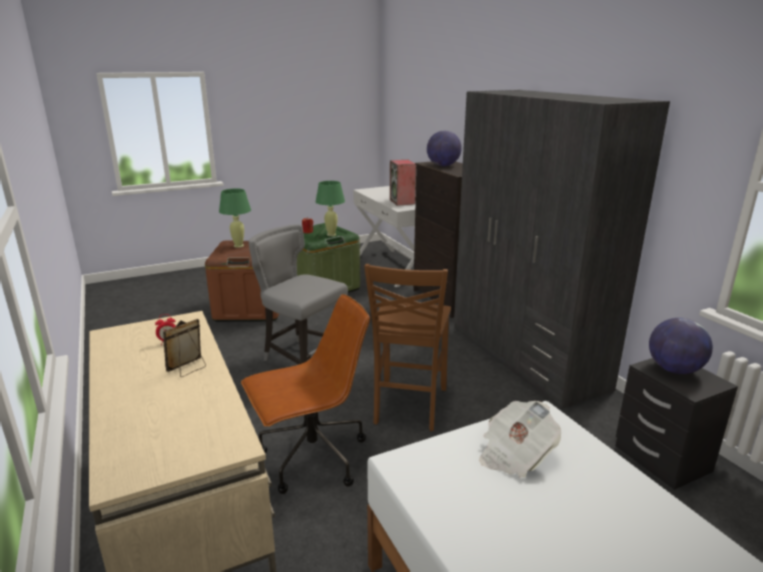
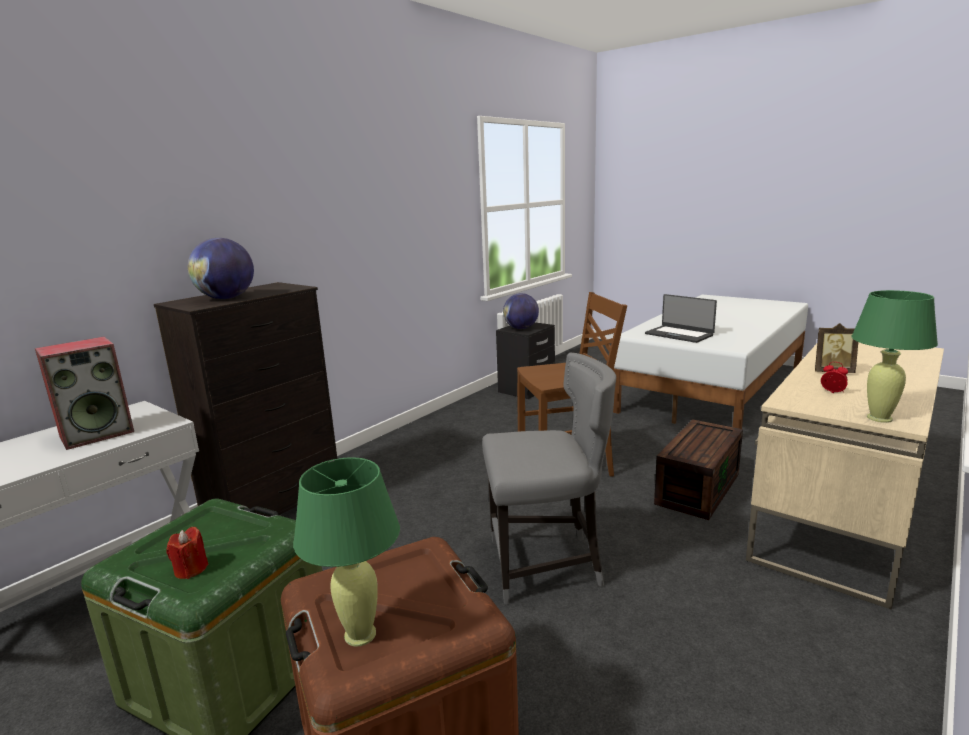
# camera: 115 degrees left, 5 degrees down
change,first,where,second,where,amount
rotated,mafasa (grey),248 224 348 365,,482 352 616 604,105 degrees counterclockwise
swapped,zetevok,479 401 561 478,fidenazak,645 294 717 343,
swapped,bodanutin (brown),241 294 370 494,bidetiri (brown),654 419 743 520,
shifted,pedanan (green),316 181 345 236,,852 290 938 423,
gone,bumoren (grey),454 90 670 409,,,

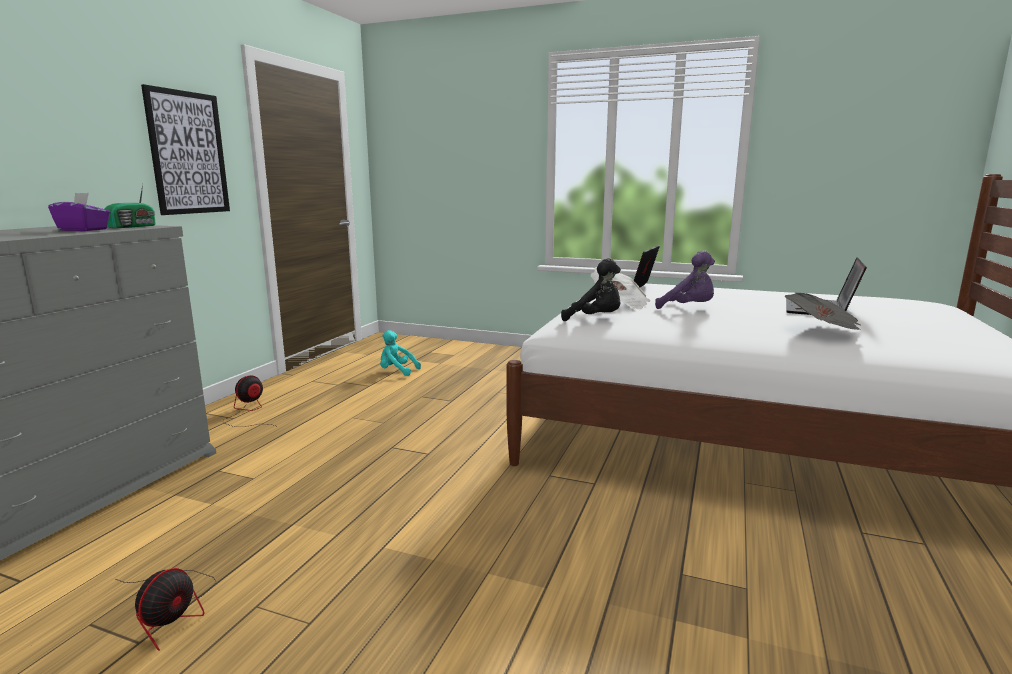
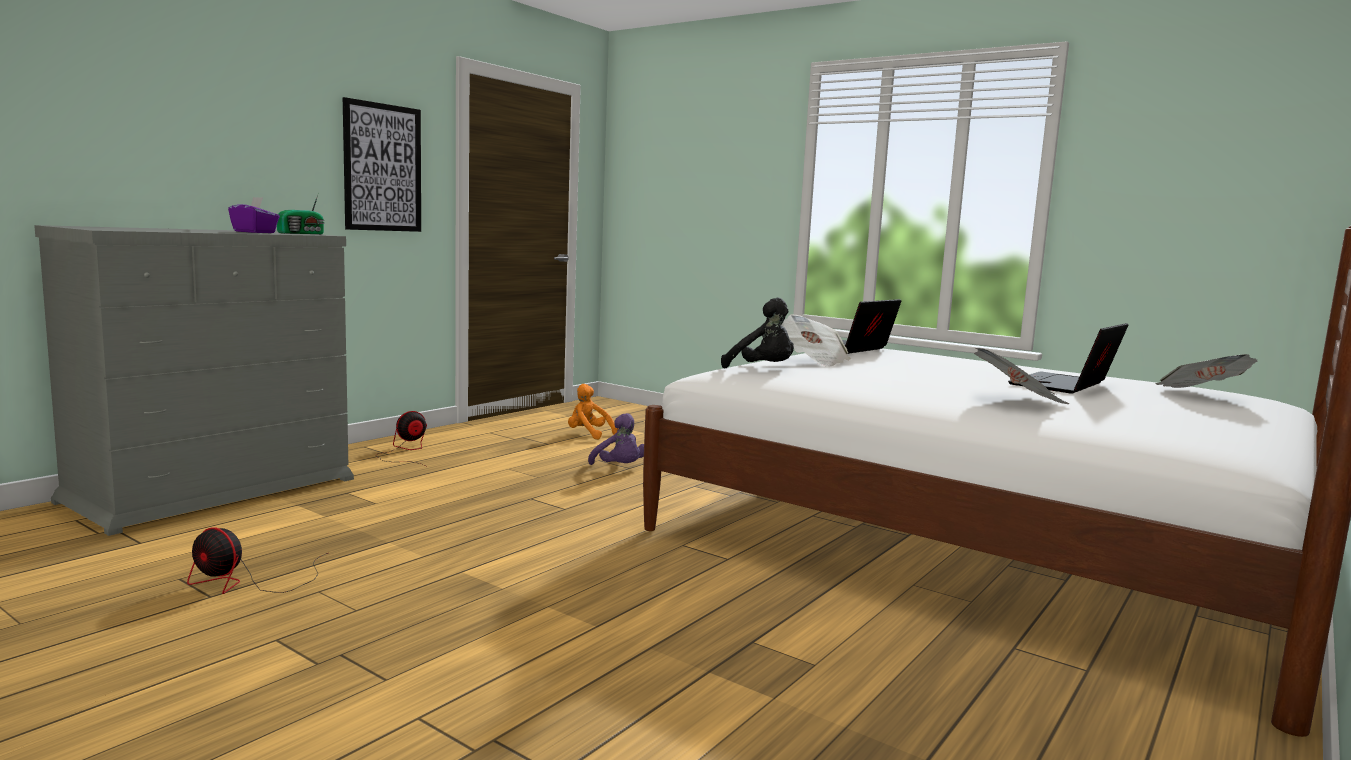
# camera: 15 degrees right, 5 degrees down
change,first,where,second,where,amount
rotated,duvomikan,115 568 216 651,,187 527 328 594,75 degrees clockwise
repainted,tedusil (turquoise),380 330 421 376,tedusil (orange),568 384 618 439,
shifted,tedusil (purple),655 250 715 309,,588 413 644 465,
new,,,zetevok,1155 354 1257 388,

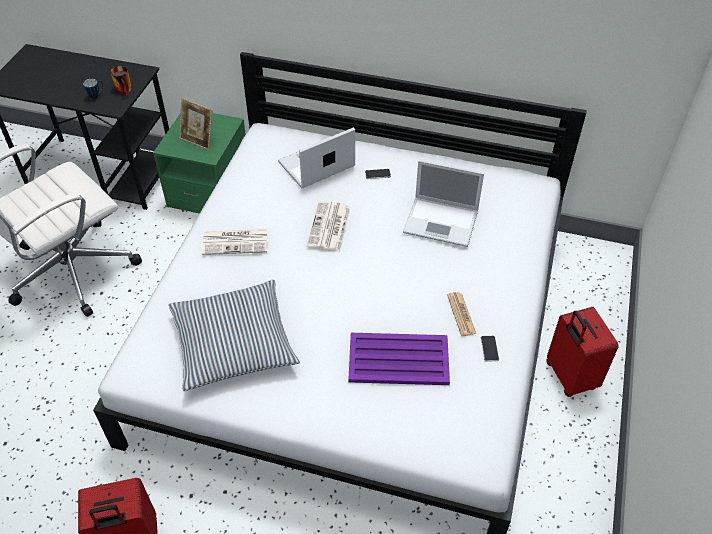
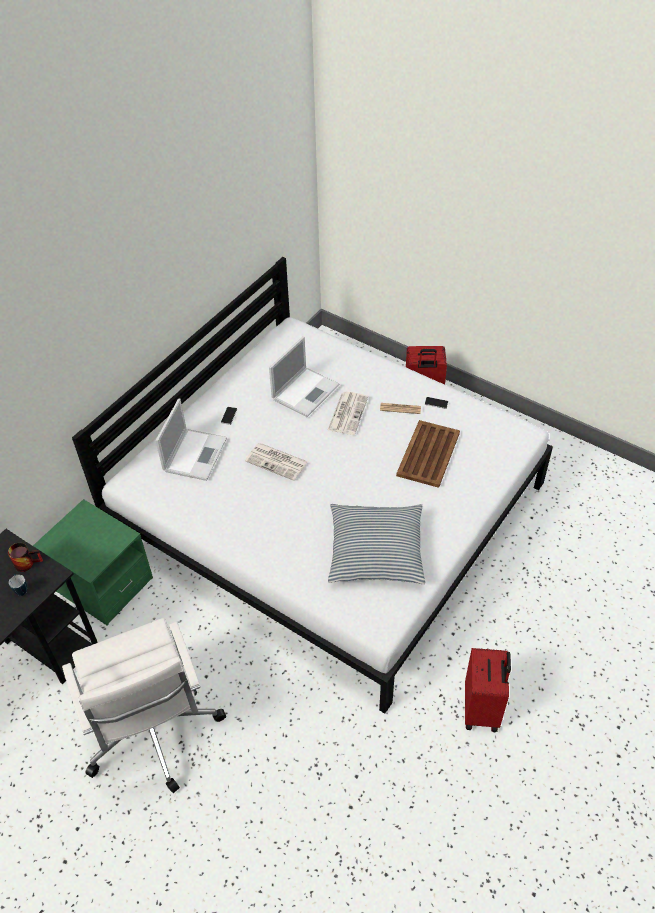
# camera: 70 degrees left, 0 degrees up
change,first,where,second,where,amount
rotated,fidenazak,278 127 355 188,,155 399 227 481,150 degrees counterclockwise
shifted,zetevok,202 229 268 255,,328 392 368 435,
repainted,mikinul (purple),348 333 450 385,mikinul (brown),396 420 460 488,
gone,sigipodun,179 98 212 150,,,

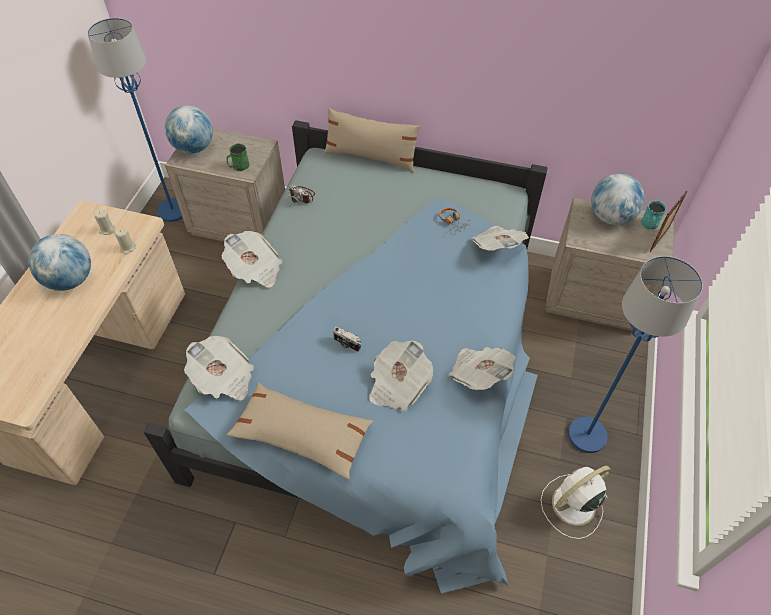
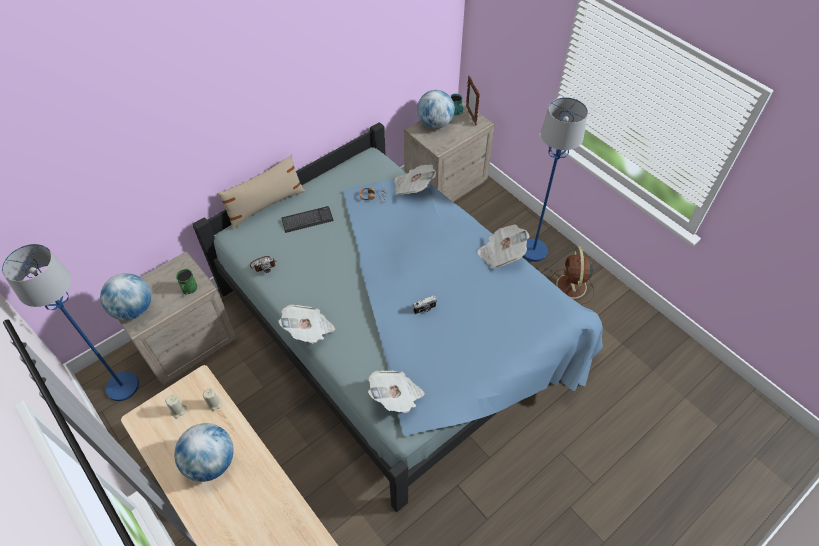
# camera: 55 degrees left, 0 degrees up
change,first,where,second,where,amount
new,,,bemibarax,281 206 334 233,
repainted,duvomikan (white),540 466 611 539,duvomikan (brown),550 246 594 305,
gone,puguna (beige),226 383 373 479,,,
gone,zetevok,369 341 433 411,,,

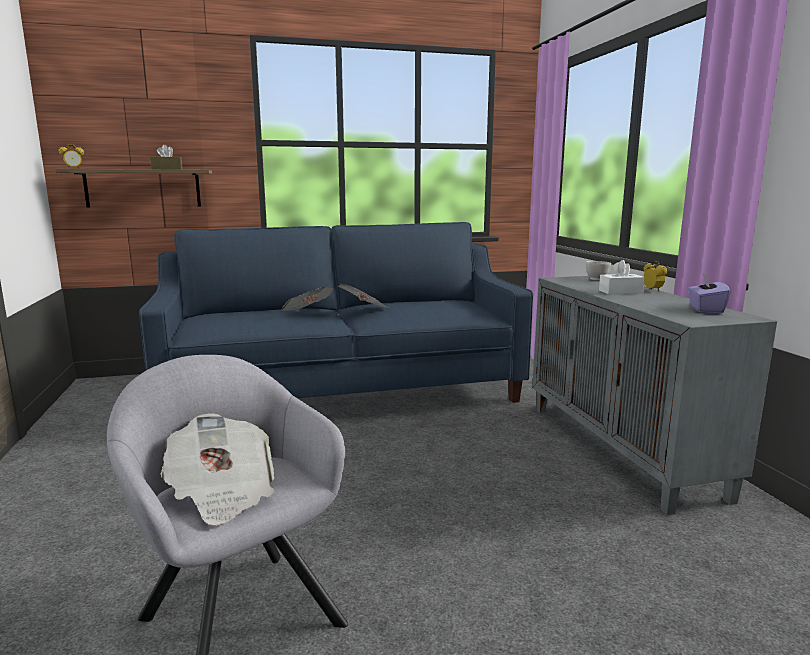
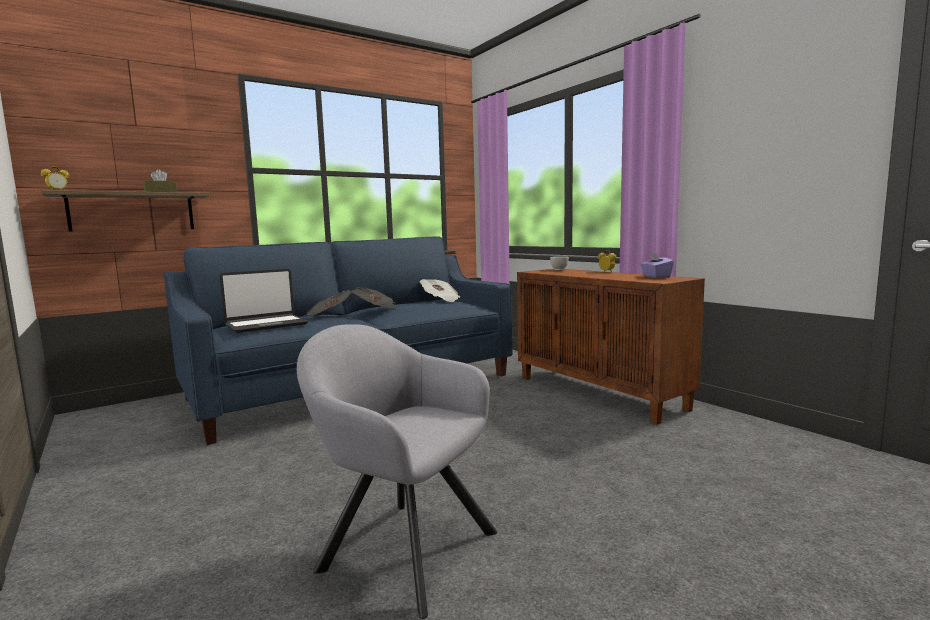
# camera: 20 degrees left, 5 degrees down
change,first,where,second,where,amount
new,,,fidenazak,220 269 308 333,
shifted,zetevok,161 413 274 526,,420 279 460 302,
repainted,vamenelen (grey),532 276 777 515,vamenelen (brown),517 269 705 424,
gone,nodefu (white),599 260 645 294,,,

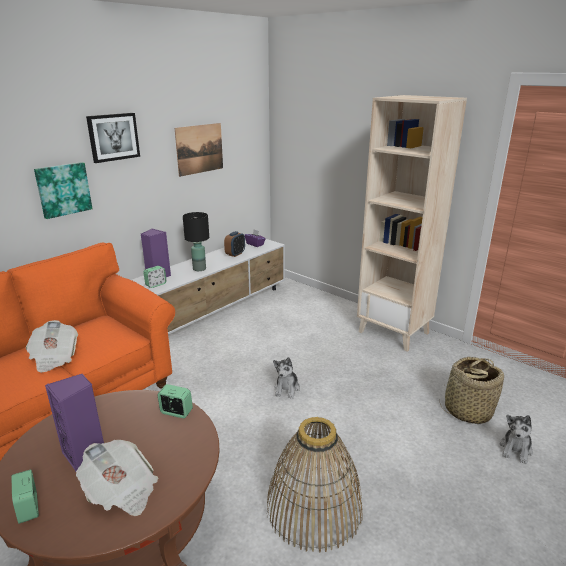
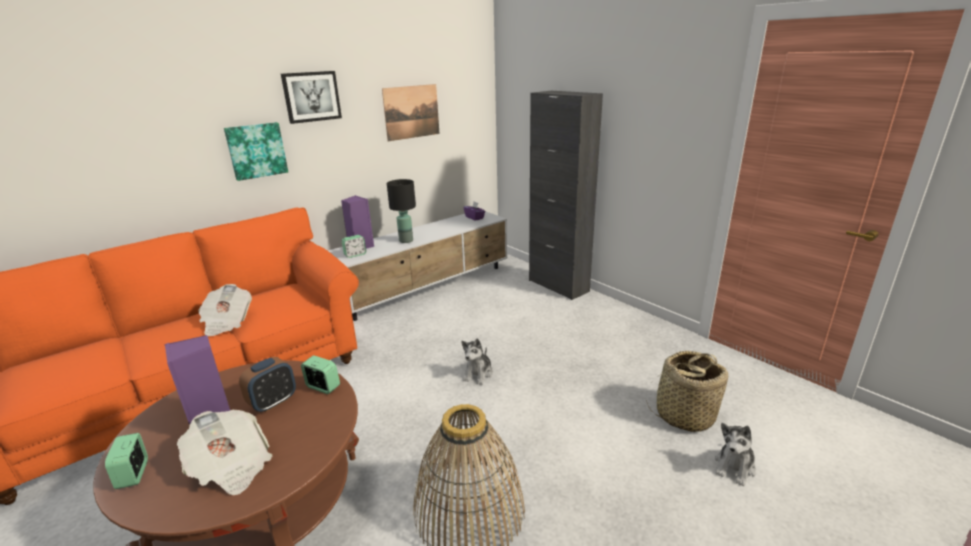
# camera: 10 degrees right, 0 degrees up
change,first,where,second,where,amount
shifted,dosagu,224 231 245 257,,239 357 296 412,
new,,,vamenelen (black),529 91 603 300,
gone,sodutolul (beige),357 95 467 352,,,

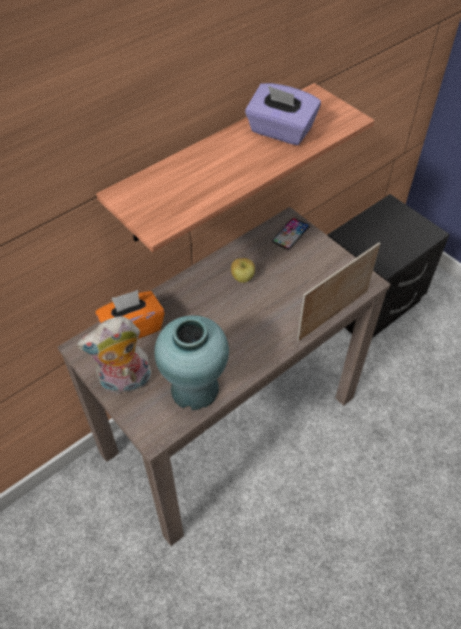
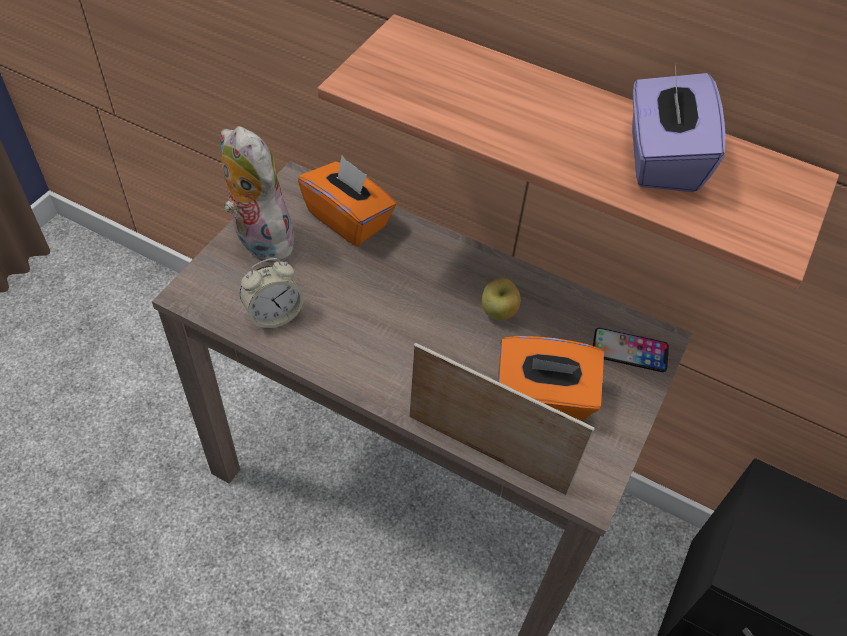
# camera: 65 degrees right, 0 degrees up
change,first,where,second,where,amount
swapped,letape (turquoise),154 315 229 410,dosagu,240 258 303 330,
new,,,nodefu (orange),498 336 604 421,

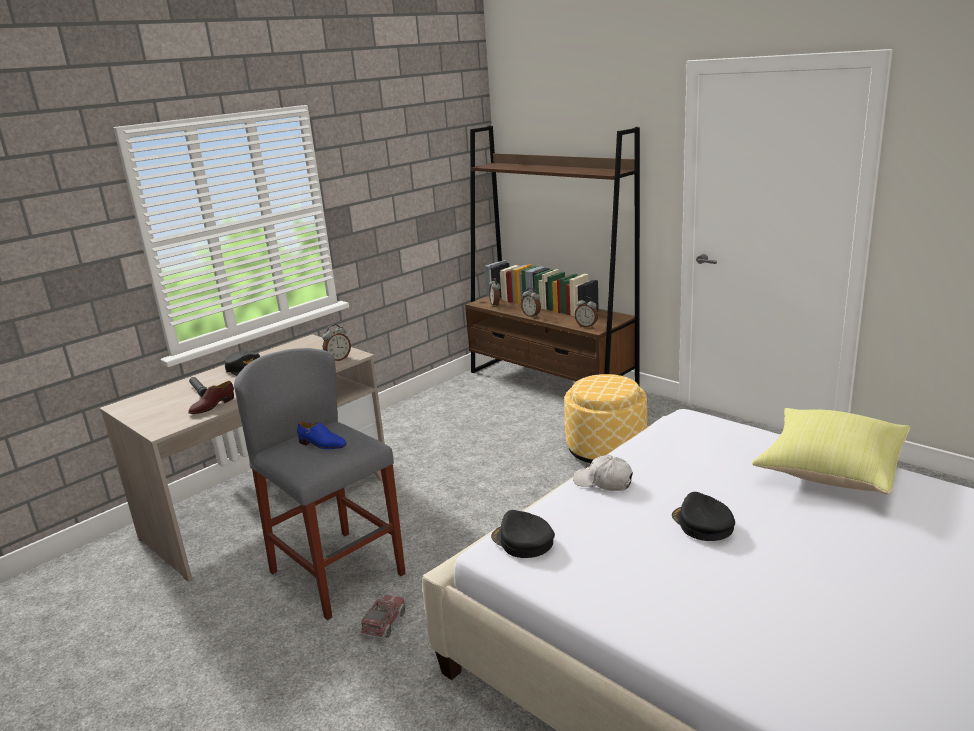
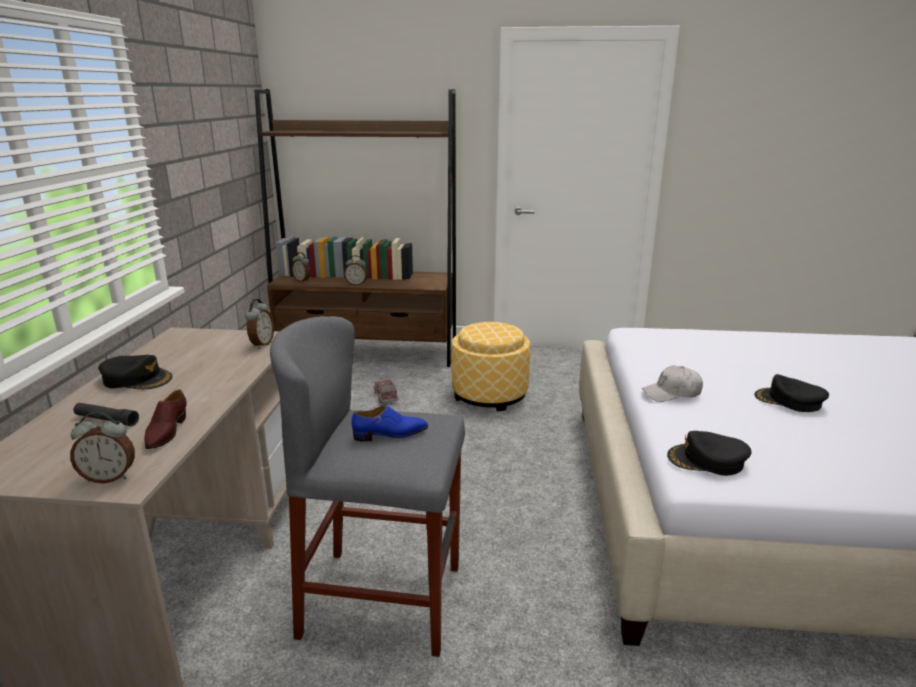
# camera: 40 degrees left, 0 degrees up
change,first,where,second,where,amount
shifted,dosagu,575 296 598 328,,70 412 135 483,
shifted,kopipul,360 594 407 640,,374 379 399 403,
gone,puguna (yellow),752 408 910 495,,,

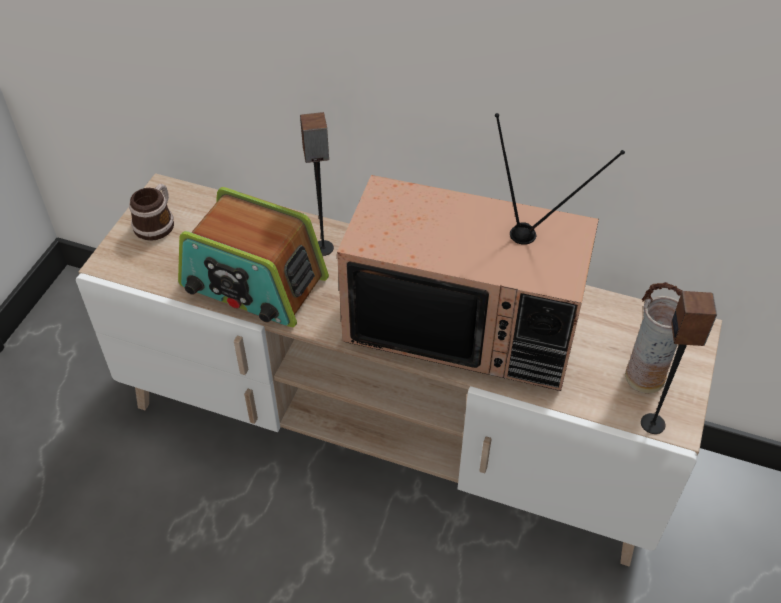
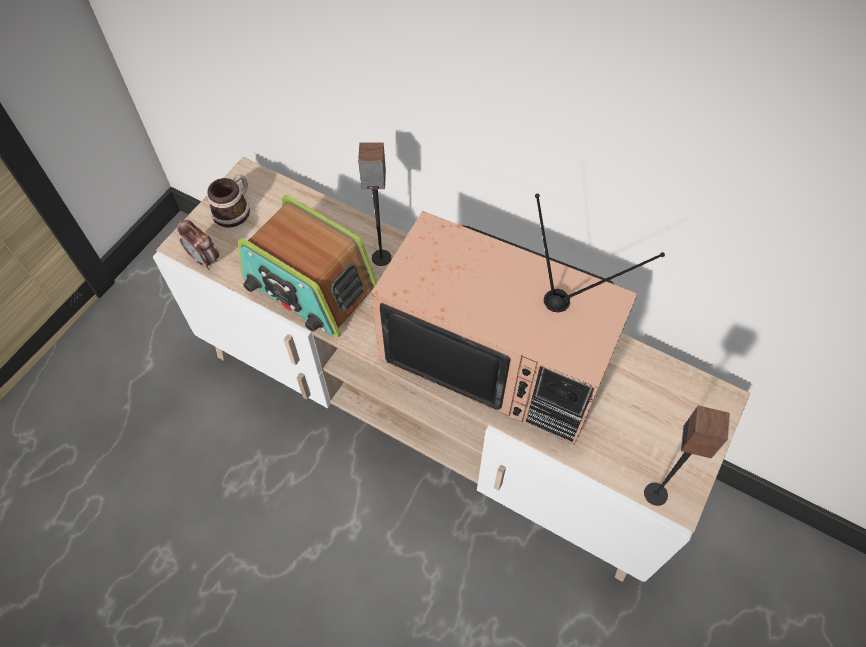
# camera: 10 degrees right, 10 degrees up
change,first,where,second,where,amount
new,,,dosagu,177 220 219 270,
gone,letape,625 282 682 394,,,

